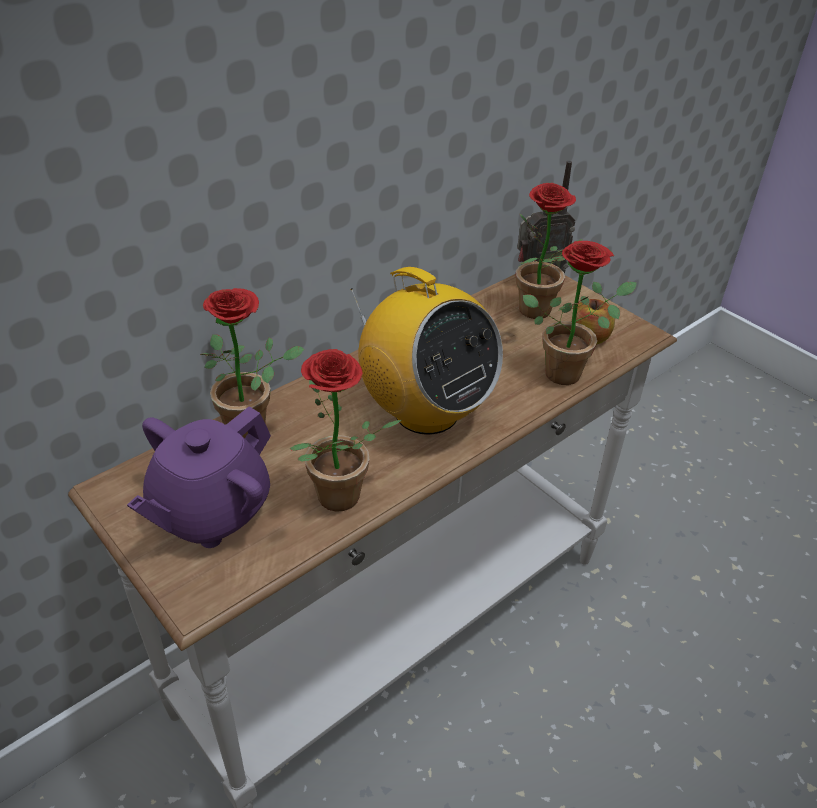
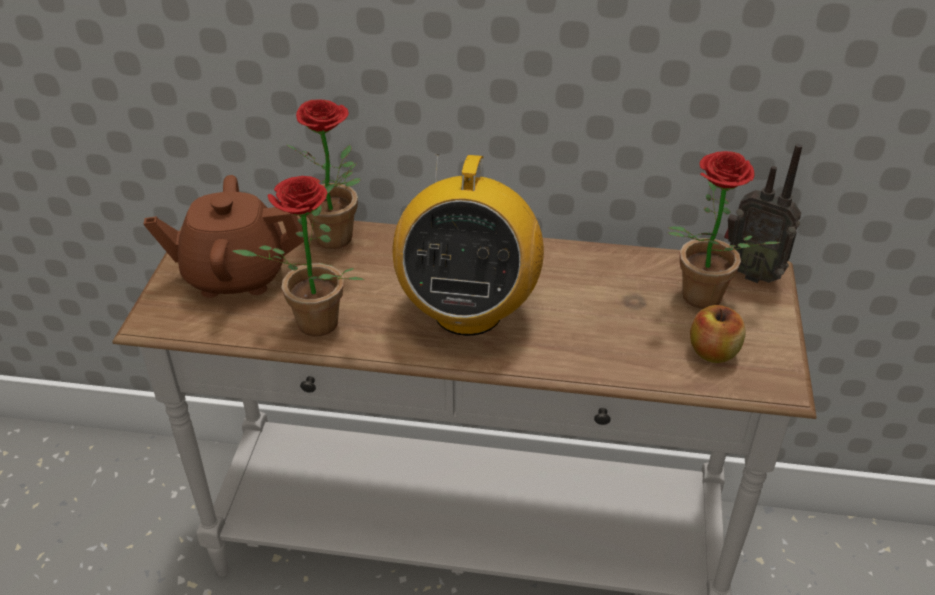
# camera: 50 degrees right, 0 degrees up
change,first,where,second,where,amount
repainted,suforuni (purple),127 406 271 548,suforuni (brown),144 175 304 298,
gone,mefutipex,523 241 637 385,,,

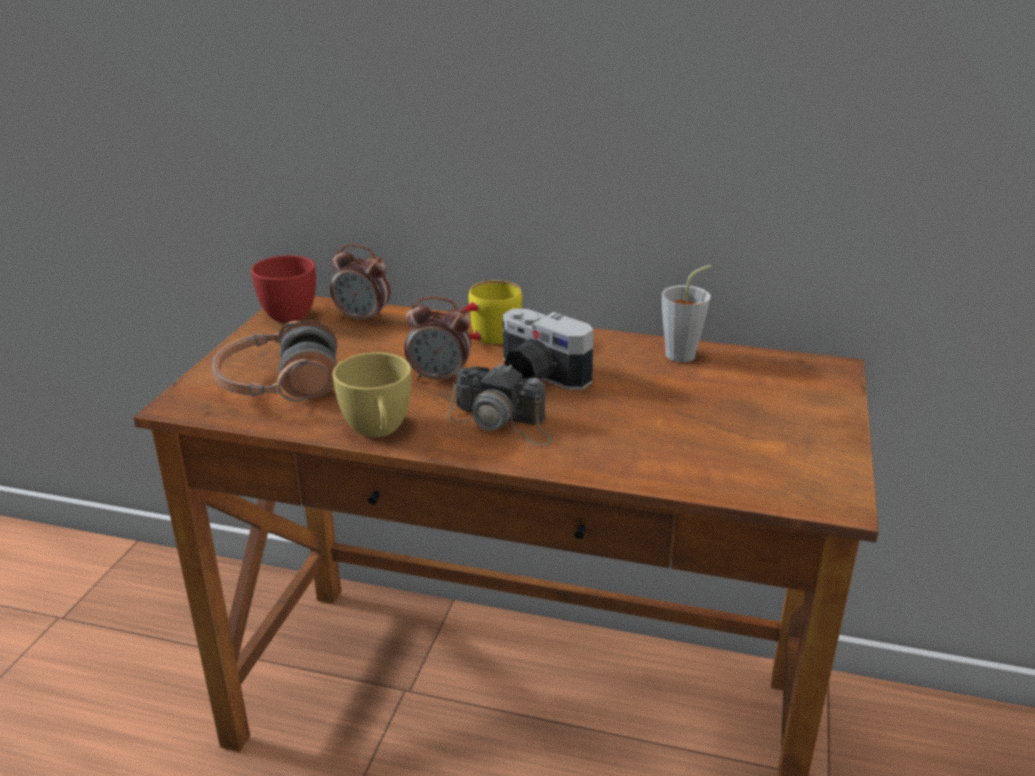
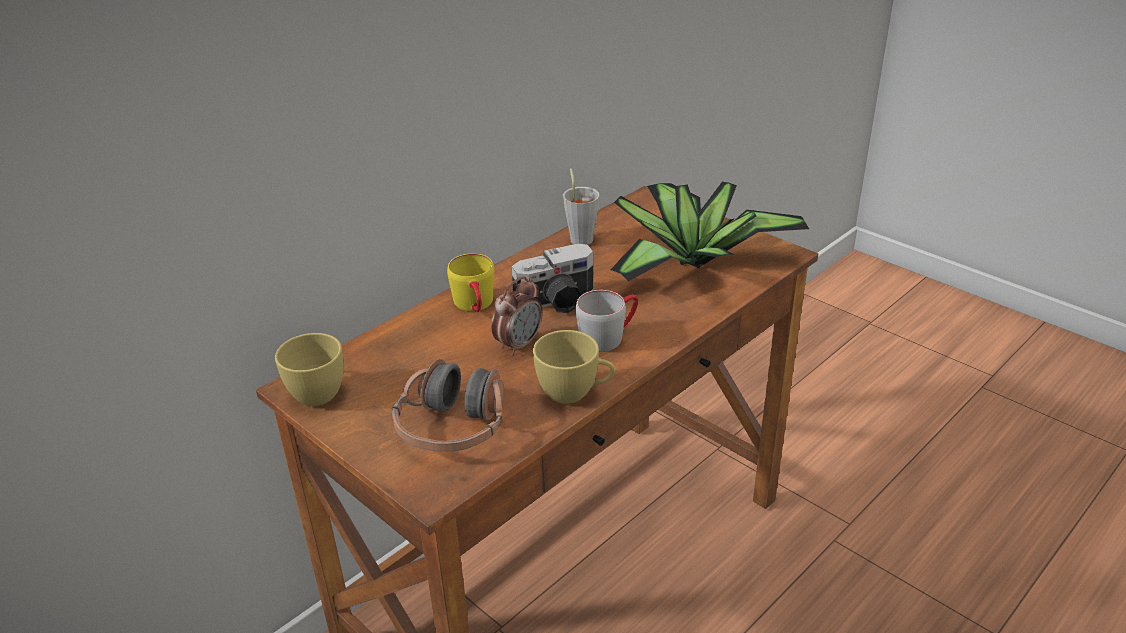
# camera: 60 degrees left, 5 degrees up
change,first,where,second,where,amount
repainted,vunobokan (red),251 255 316 323,vunobokan (yellow),275 333 343 406,
swapped,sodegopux,447 363 553 446,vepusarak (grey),576 290 638 352,
new,,,mefutipex,610 182 809 281,
gone,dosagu,330 244 390 325,,,

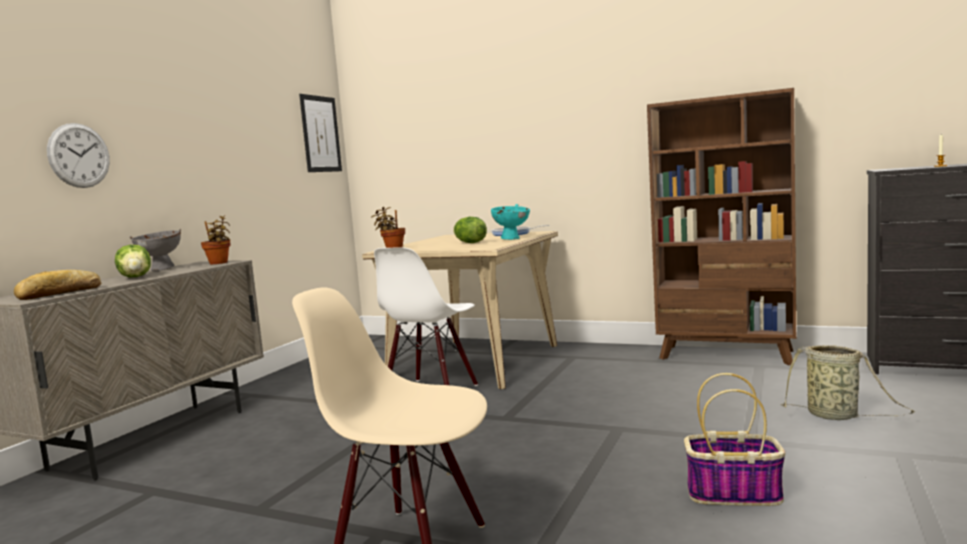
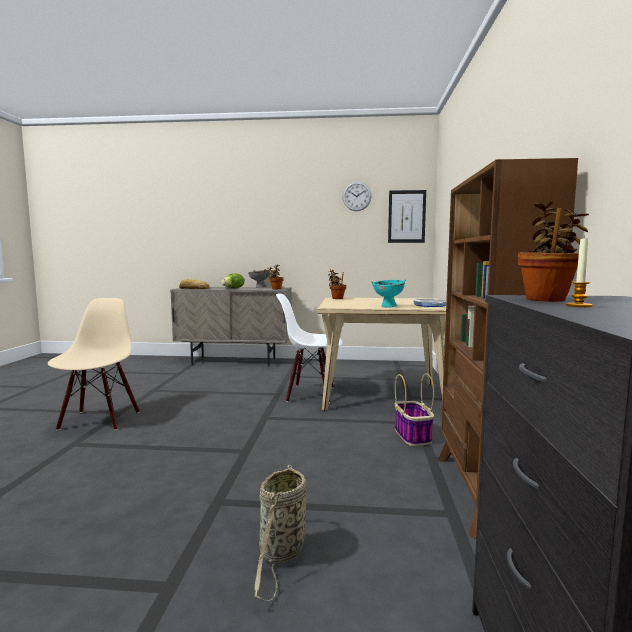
# camera: 70 degrees right, 0 degrees up
change,first,where,second,where,amount
shifted,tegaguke,47 123 110 188,,342 182 372 211,
shifted,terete,684 373 785 506,,395 373 434 446,
new,,,mefutipex,518 202 589 302,
gone,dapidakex,453 217 487 243,,,

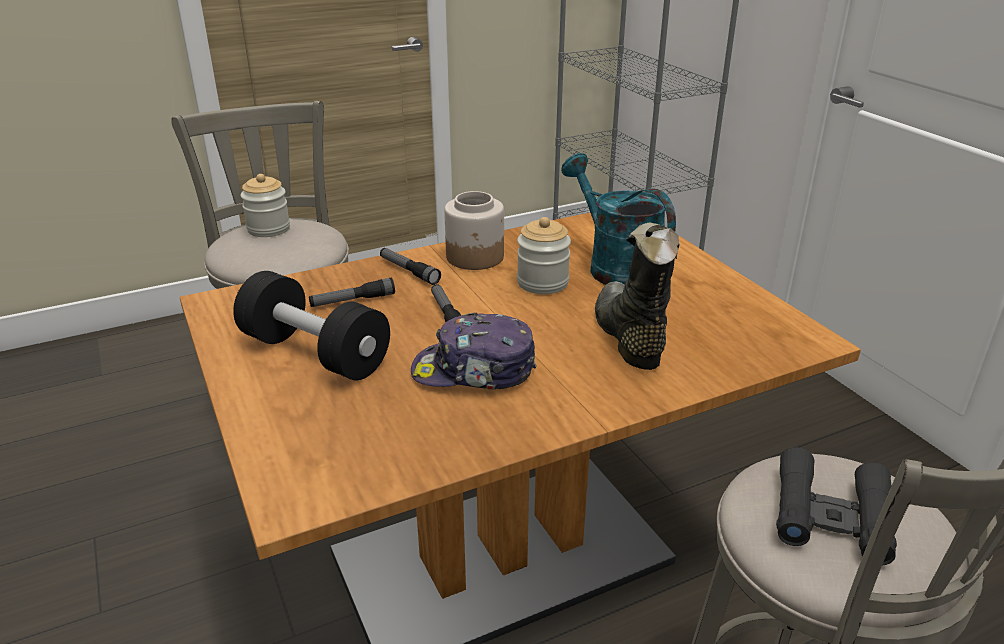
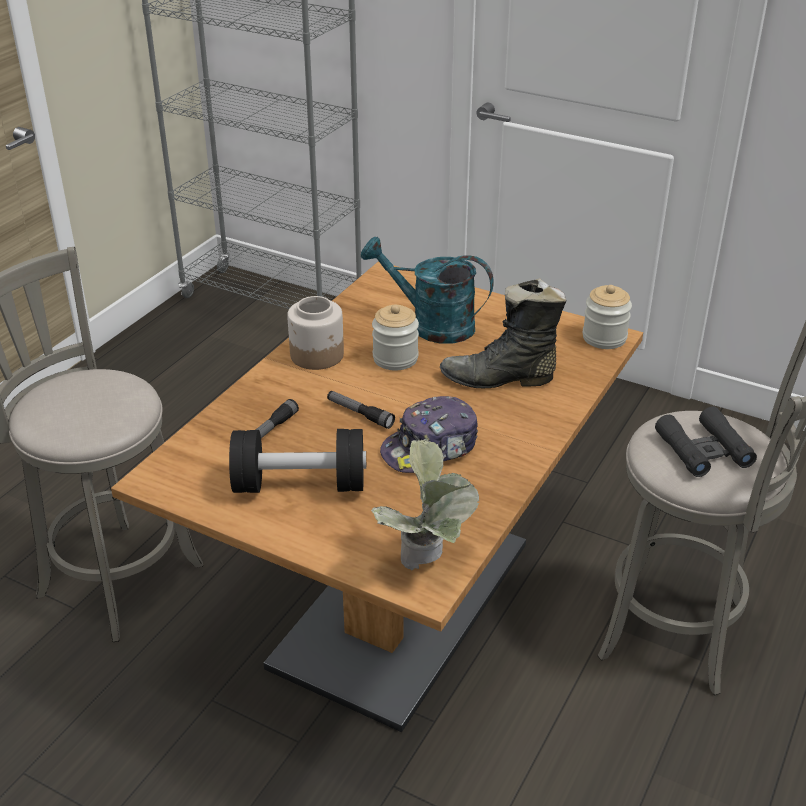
# camera: 35 degrees left, 5 degrees up
change,first,where,second,where,amount
new,,,mefutipex,371 439 479 571,
rotated,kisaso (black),595 222 680 370,,440 278 567 388,45 degrees counterclockwise
shifted,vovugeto,240 174 290 237,,583 285 632 349,
gone,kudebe,380 248 441 285,,,

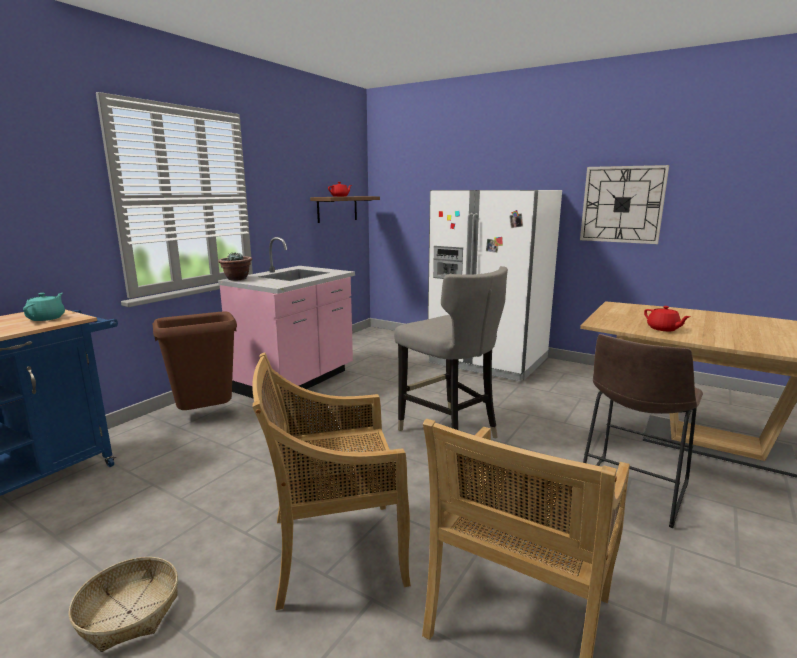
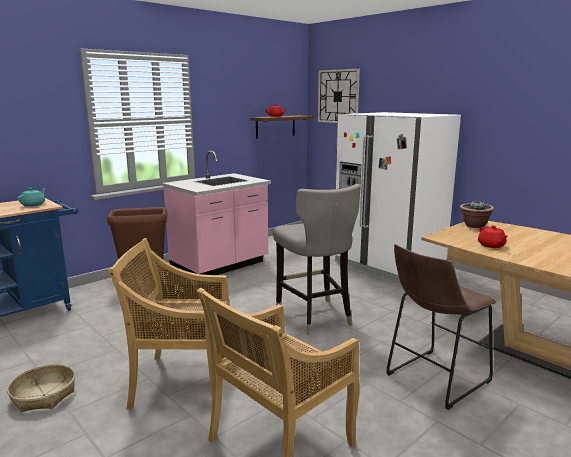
# camera: 15 degrees right, 0 degrees up
change,first,where,second,where,amount
shifted,tegaguke,580 165 669 244,,318 69 360 123,
shifted,mefutipex,218 253 252 281,,460 200 494 228,

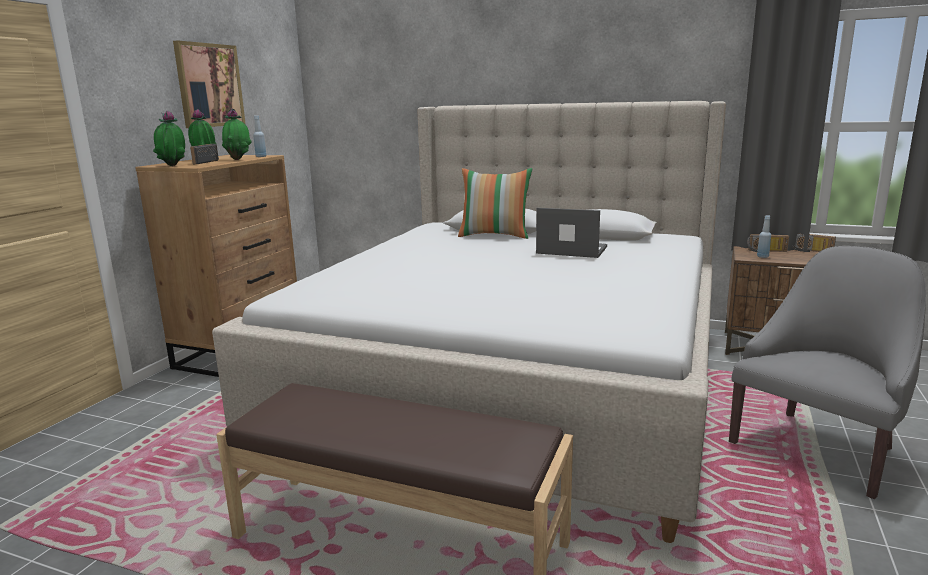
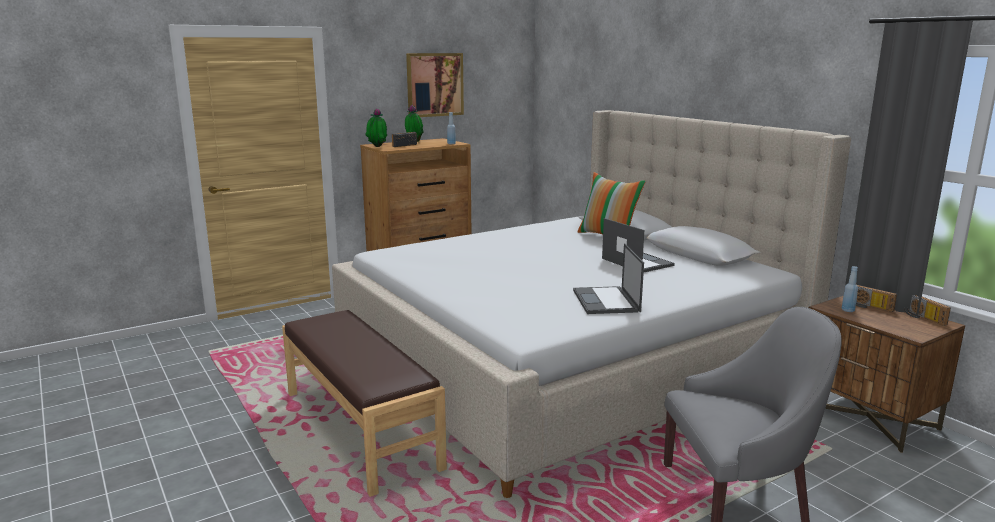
# camera: 35 degrees right, 0 degrees up
change,first,where,second,where,amount
new,,,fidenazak,573 243 644 314,
gone,mefutipex,222 109 252 160,,,

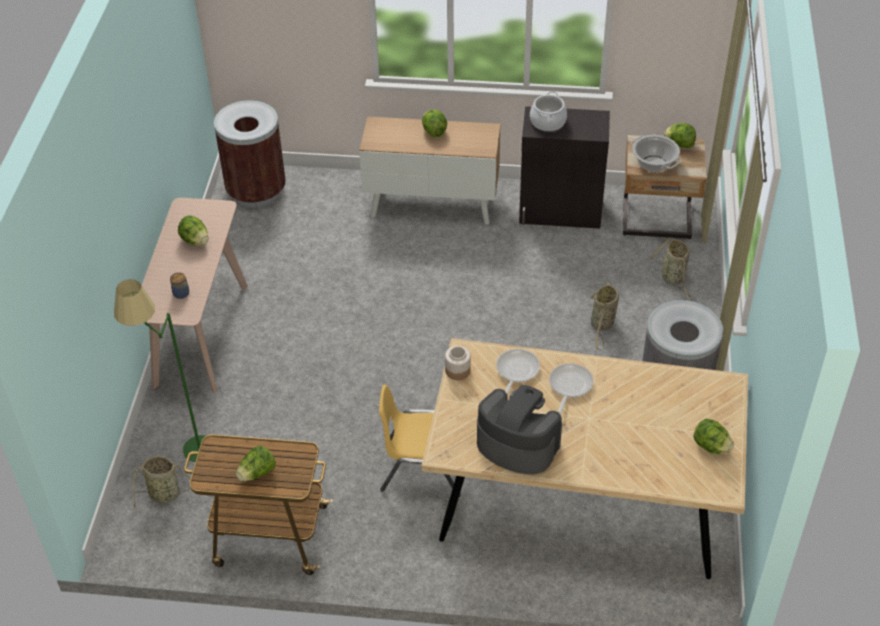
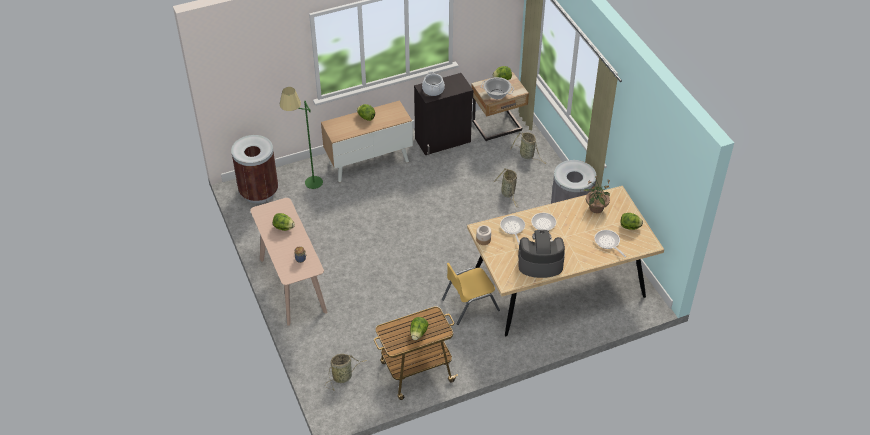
# camera: 30 degrees left, 0 degrees up
change,first,where,second,where,amount
shifted,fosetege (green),114 279 206 462,,280 87 323 189,
new,,,mefutipex,584 176 610 213,
new,,,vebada,595 230 626 257,

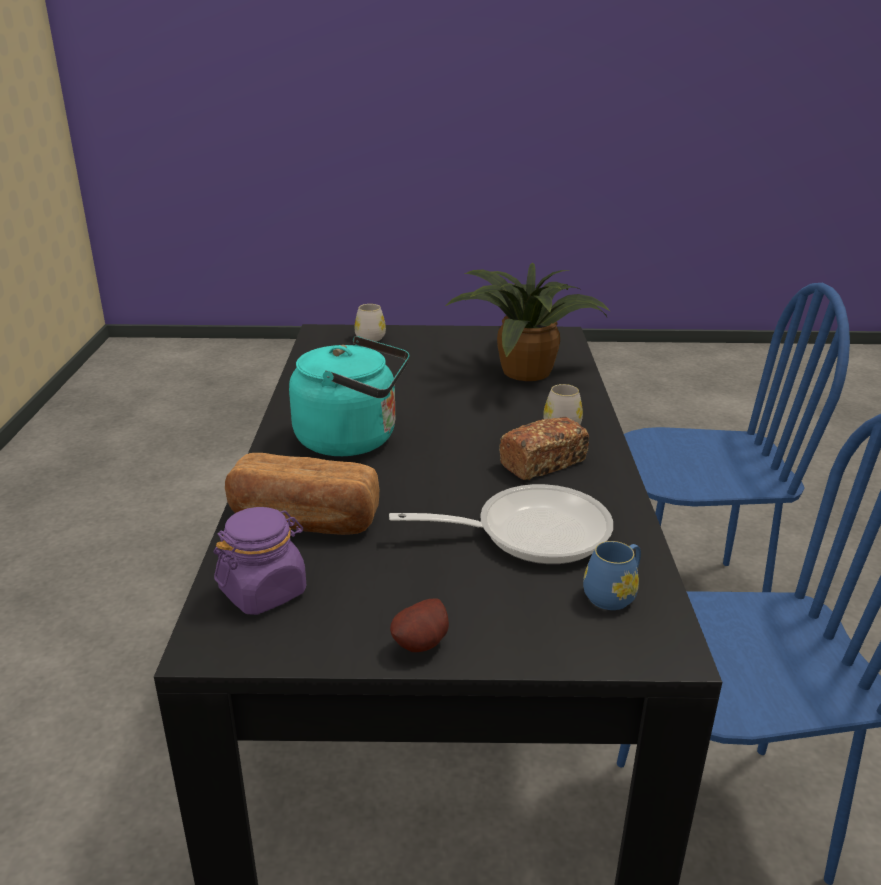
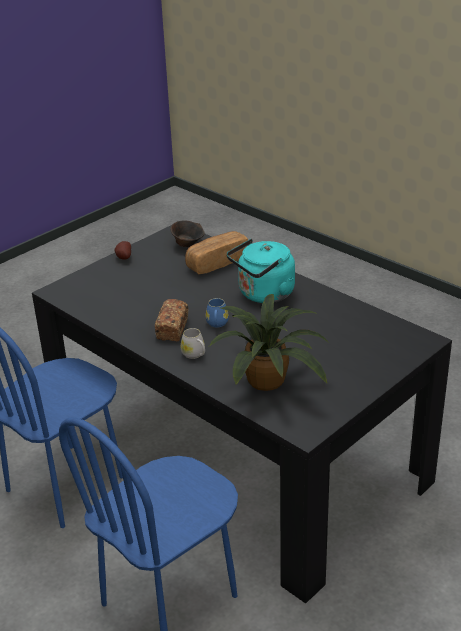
# camera: 135 degrees right, 5 degrees up
change,first,where,second,where,amount
swapped,vovugeto (purple),214 507 306 615,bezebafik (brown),170 221 205 247,
shifted,vepusarak (blue),583 541 641 610,,206 298 229 327,
gone,vepusarak (white),354 304 386 341,,,
gone,vebada,389 484 613 564,,,

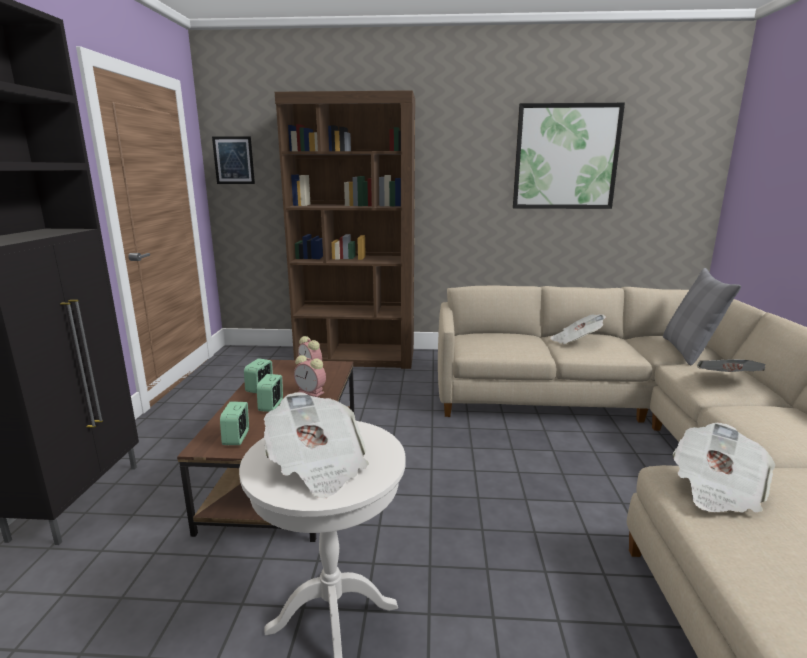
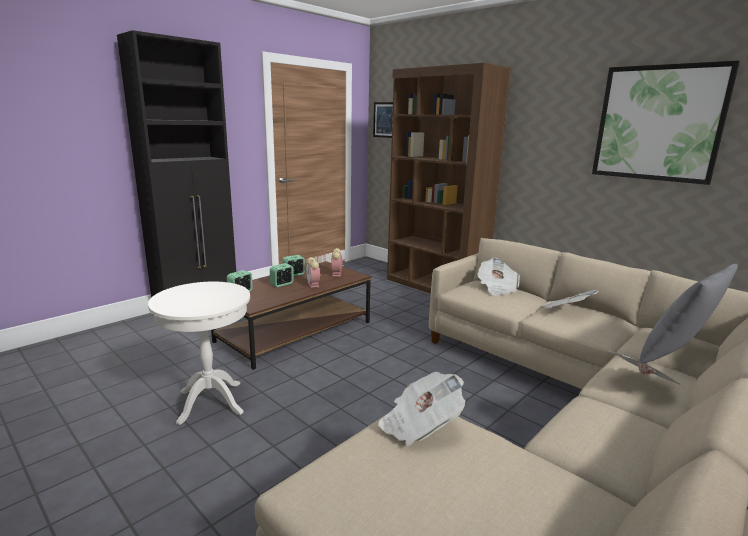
# camera: 40 degrees right, 0 degrees up
change,first,where,second,where,amount
shifted,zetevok,264 392 369 498,,477 258 520 296,

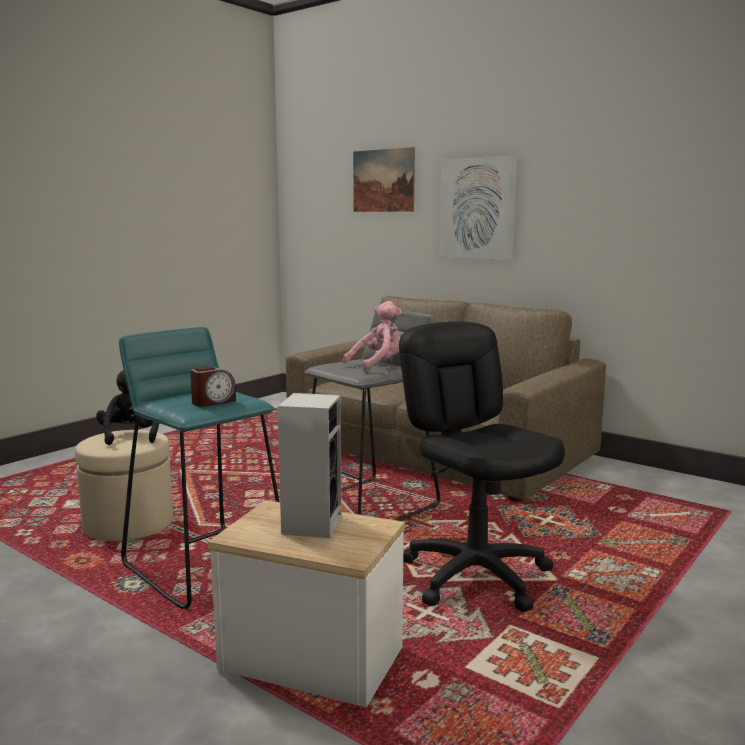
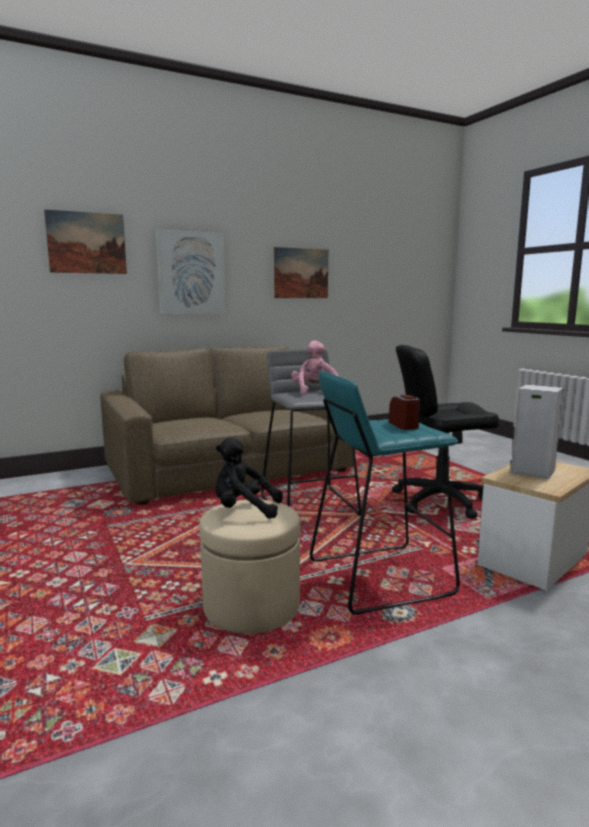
# camera: 65 degrees left, 0 degrees up
change,first,where,second,where,amount
new,,,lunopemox,274 247 328 298,

